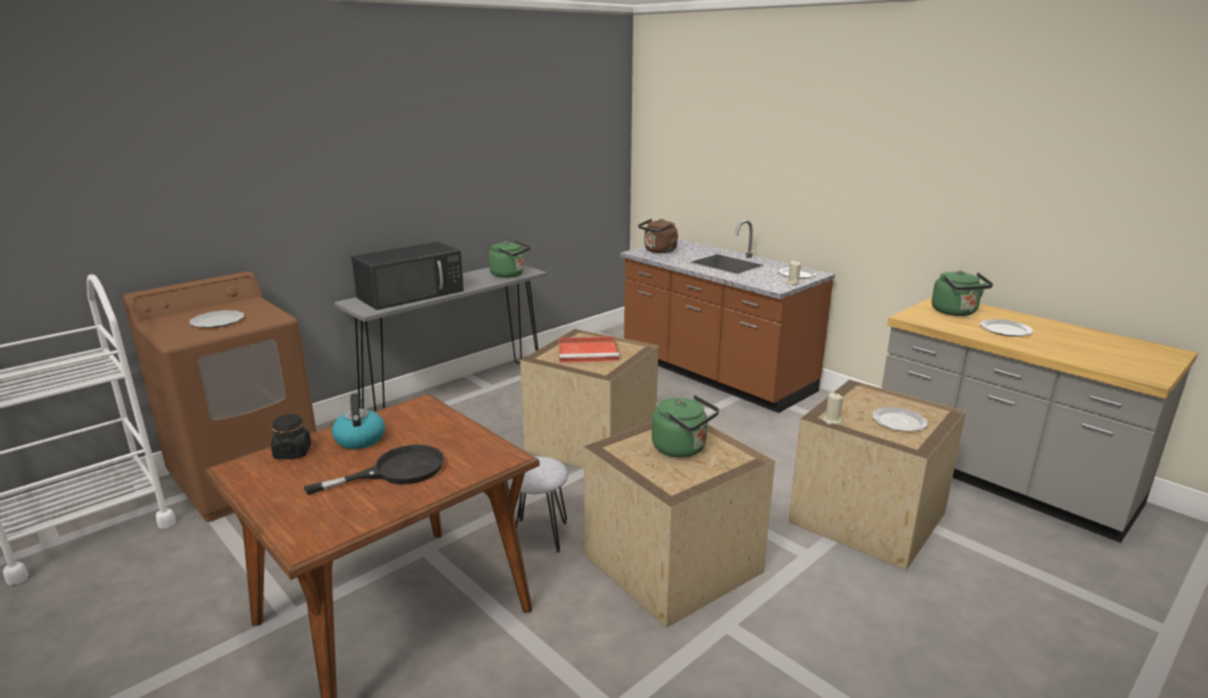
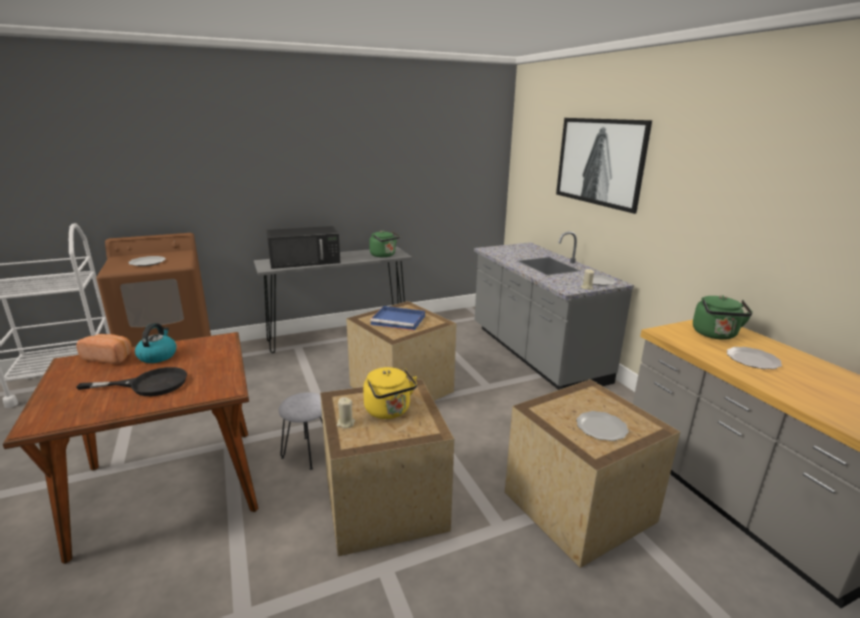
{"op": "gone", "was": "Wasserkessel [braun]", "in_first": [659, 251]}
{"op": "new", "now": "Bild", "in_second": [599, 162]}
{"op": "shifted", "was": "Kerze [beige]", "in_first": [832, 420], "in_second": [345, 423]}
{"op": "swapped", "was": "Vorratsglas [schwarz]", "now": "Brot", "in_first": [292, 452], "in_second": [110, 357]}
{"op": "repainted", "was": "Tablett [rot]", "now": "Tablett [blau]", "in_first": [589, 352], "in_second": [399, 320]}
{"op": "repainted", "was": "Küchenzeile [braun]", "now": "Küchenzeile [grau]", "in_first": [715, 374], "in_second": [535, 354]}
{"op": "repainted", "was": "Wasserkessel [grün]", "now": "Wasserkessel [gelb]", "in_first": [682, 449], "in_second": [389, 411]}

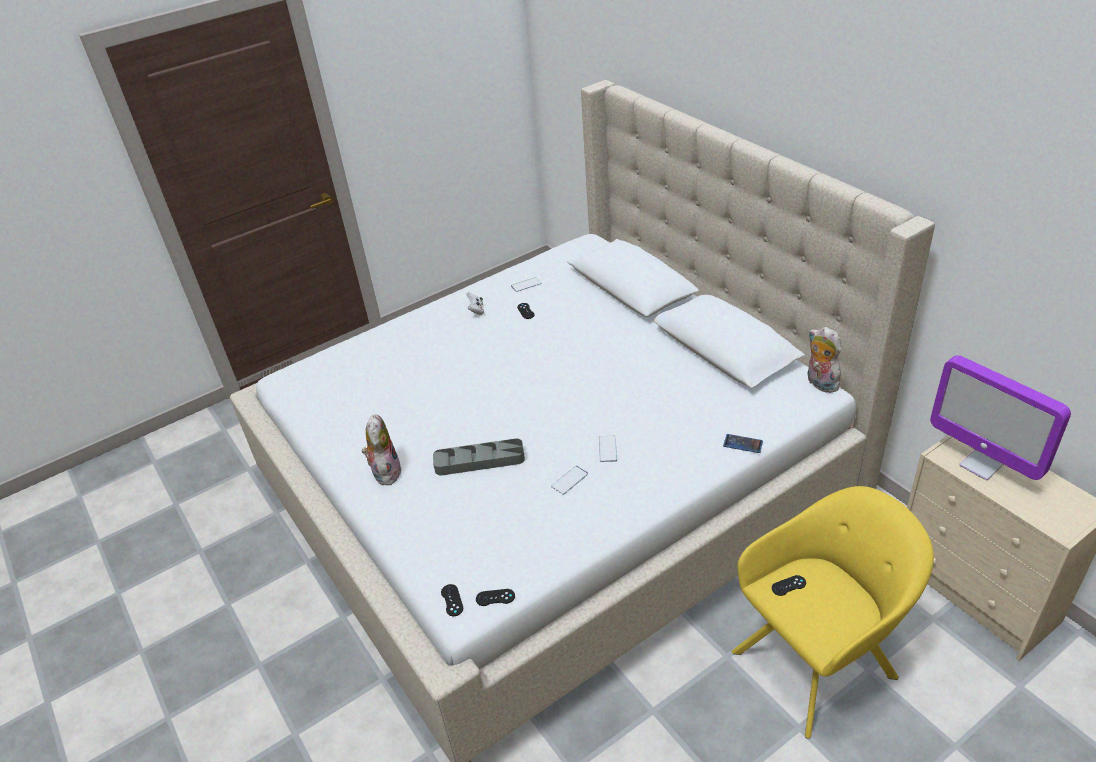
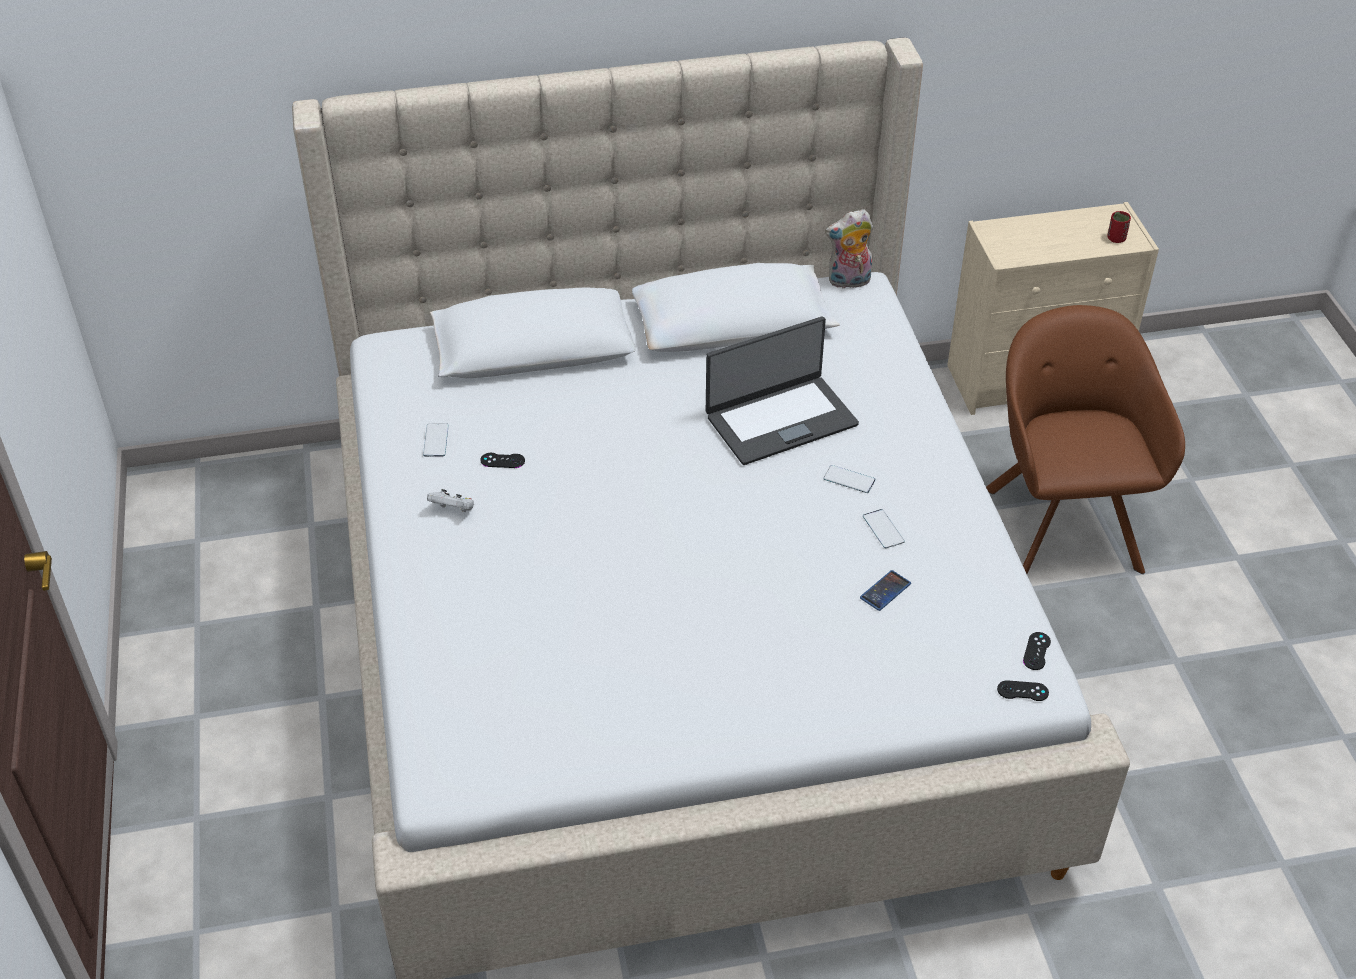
{"op": "gone", "was": "Plüschtier", "in_first": [385, 471]}
{"op": "gone", "was": "Tablett [grau]", "in_first": [479, 461]}
{"op": "gone", "was": "Gamepad [schwarz]", "in_first": [788, 585]}
{"op": "gone", "was": "Monitor", "in_first": [981, 464]}
{"op": "new", "now": "Laptop", "in_second": [780, 419]}
{"op": "new", "now": "Tasse [rot]", "in_second": [1116, 238]}
{"op": "shifted", "was": "Handy", "in_first": [743, 444], "in_second": [885, 591]}
{"op": "repainted", "was": "Sessel [gelb]", "now": "Sessel [braun]", "in_first": [819, 660], "in_second": [1060, 523]}

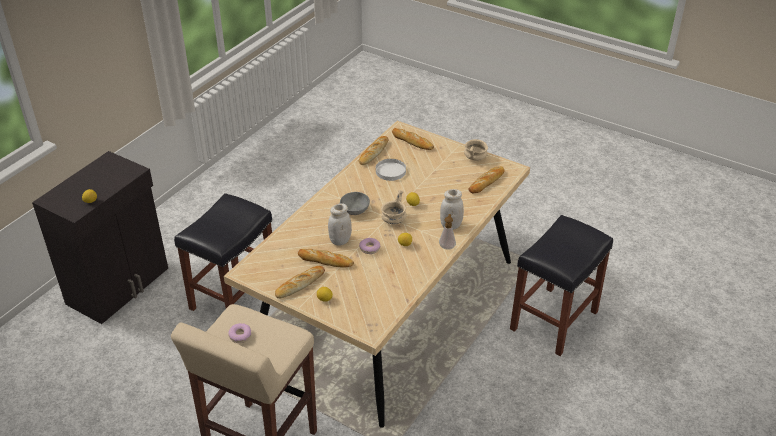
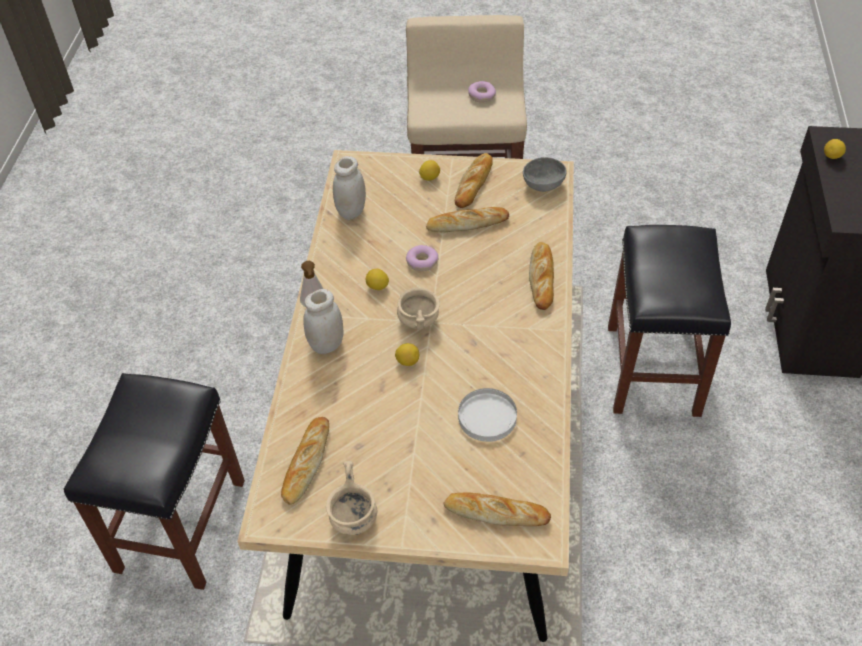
{"op": "shifted", "was": "Vorratsglas [weiß]", "in_first": [340, 240], "in_second": [351, 211]}
{"op": "shifted", "was": "Schüssel [grau]", "in_first": [355, 211], "in_second": [542, 184]}
{"op": "shifted", "was": "Brot", "in_first": [373, 153], "in_second": [542, 278]}

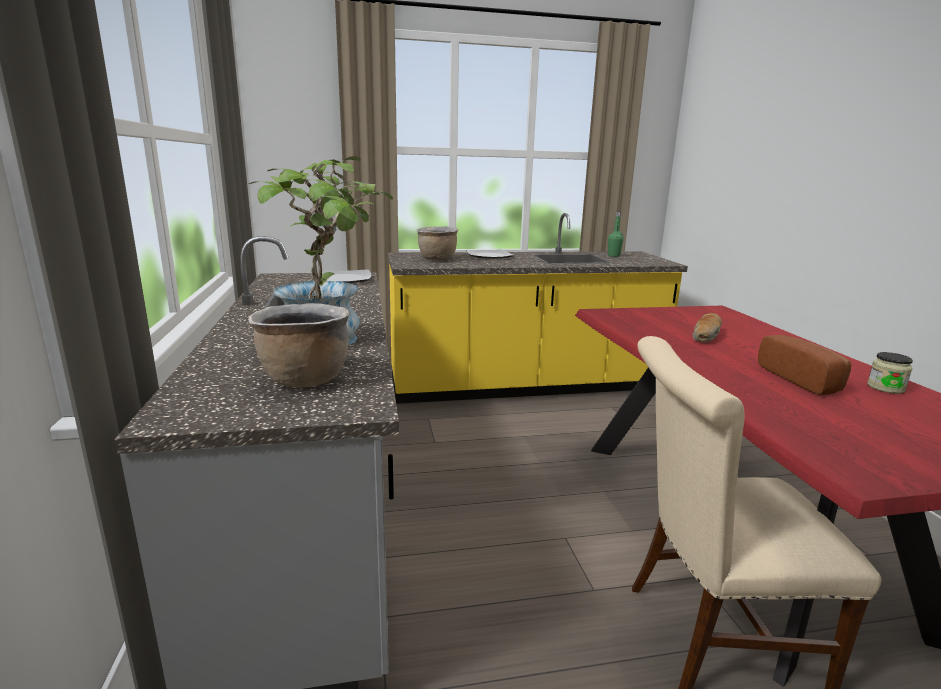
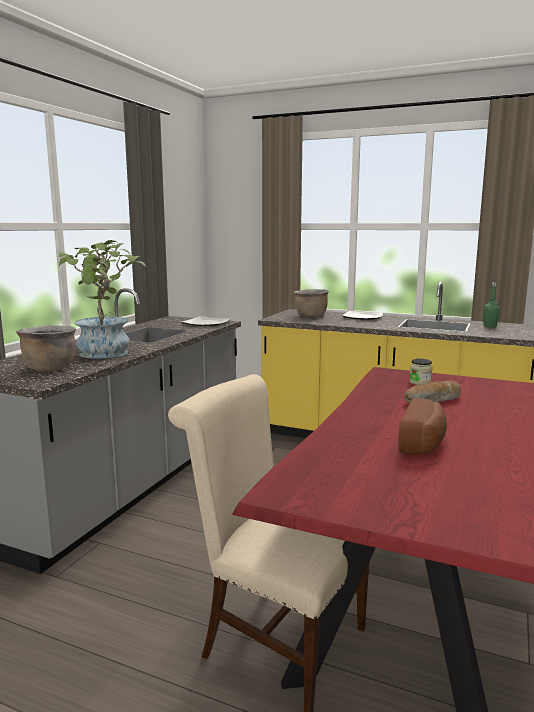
{"op": "shifted", "was": "Vorratsglas", "in_first": [885, 388], "in_second": [420, 382]}

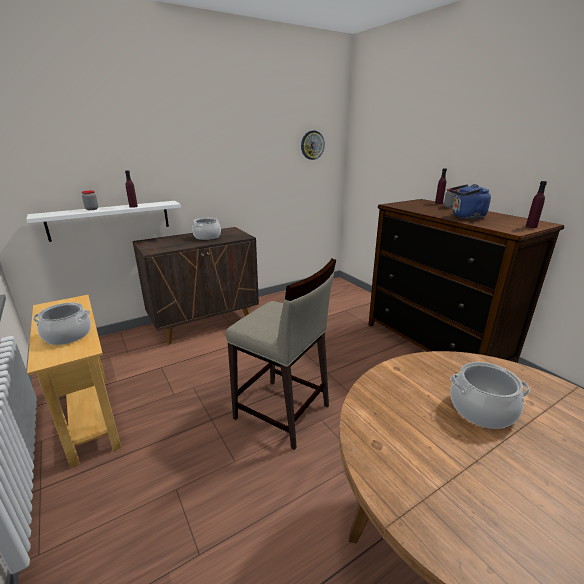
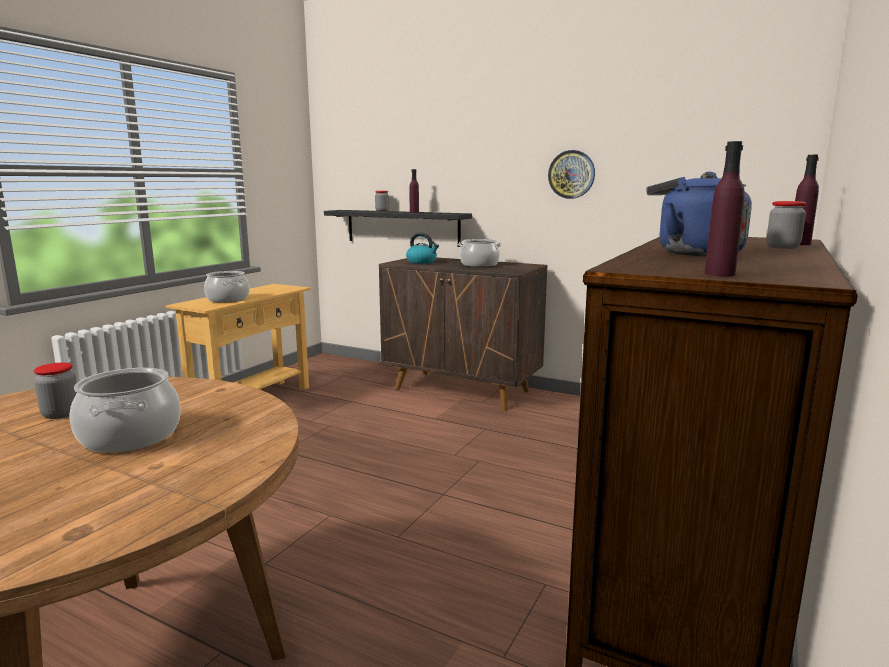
{"op": "gone", "was": "Hocker [beige]", "in_first": [282, 412]}
{"op": "new", "now": "Vorratsglas", "in_second": [61, 414]}
{"op": "new", "now": "Wasserkessel", "in_second": [422, 262]}
{"op": "shifted", "was": "Wanduhr", "in_first": [312, 145], "in_second": [571, 174]}
{"op": "repainted", "was": "Wandregal [weiß]", "now": "Wandregal [schwarz]", "in_first": [110, 220], "in_second": [402, 227]}

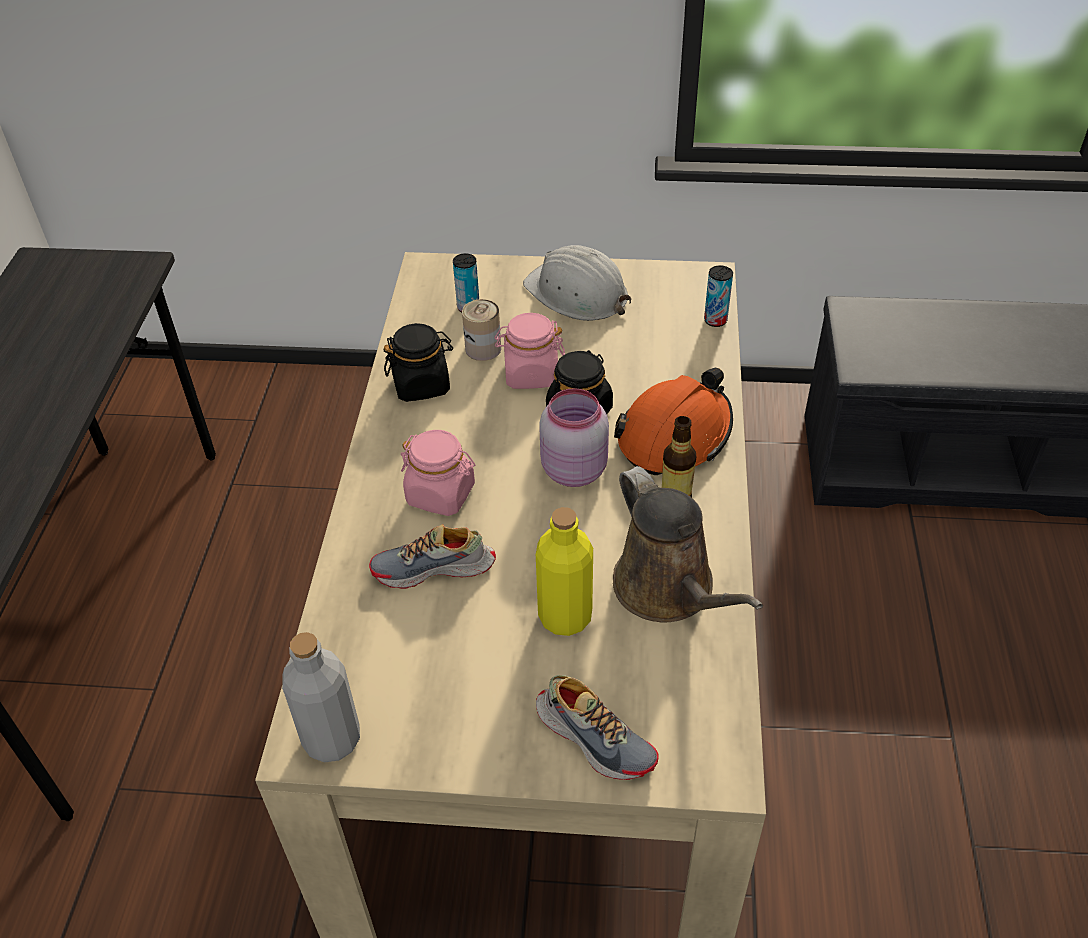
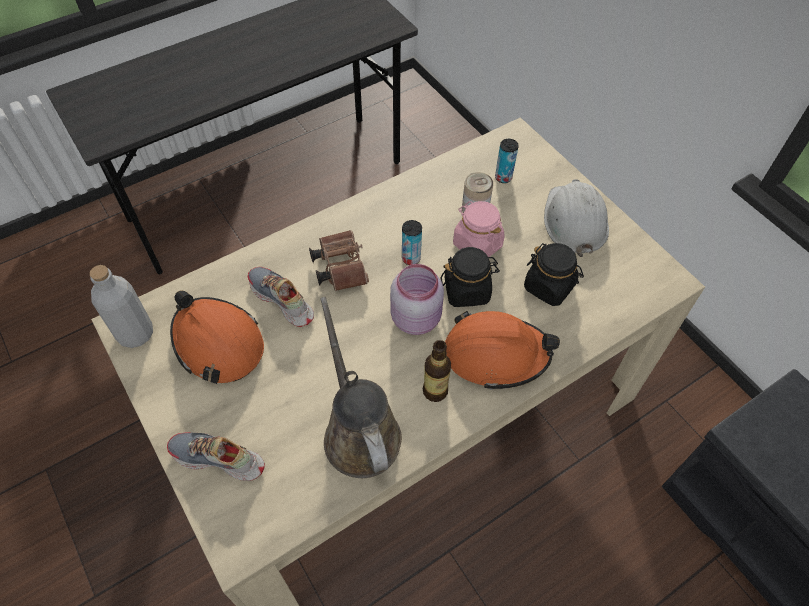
{"op": "gone", "was": "Flasche [gelb]", "in_first": [565, 616]}
{"op": "new", "now": "Schutzhelm [orange]", "in_second": [218, 344]}
{"op": "shifted", "was": "Vorratsglas [schwarz]", "in_first": [422, 384], "in_second": [549, 287]}
{"op": "shifted", "was": "Dose", "in_first": [715, 320], "in_second": [411, 258]}
{"op": "swapped", "was": "Vorratsglas [rosa]", "now": "Fernglas [braun]", "in_first": [441, 494], "in_second": [339, 267]}
{"op": "rotated", "was": "Schuh", "in_first": [595, 737], "in_second": [218, 460], "clockwise": 105}
{"op": "rotated", "was": "Gießkanne [braun]", "in_first": [669, 590], "in_second": [359, 431], "clockwise": 135}

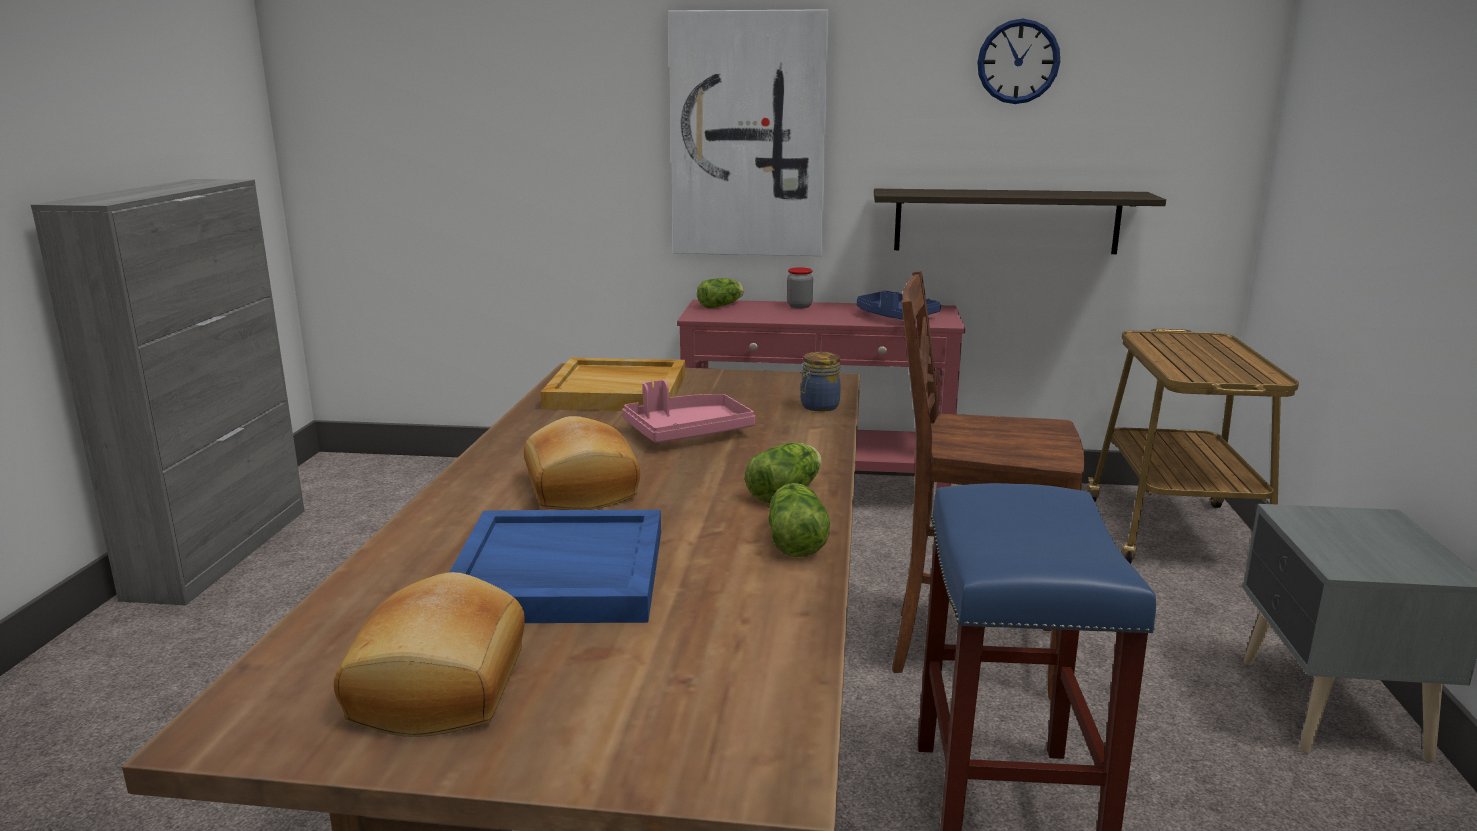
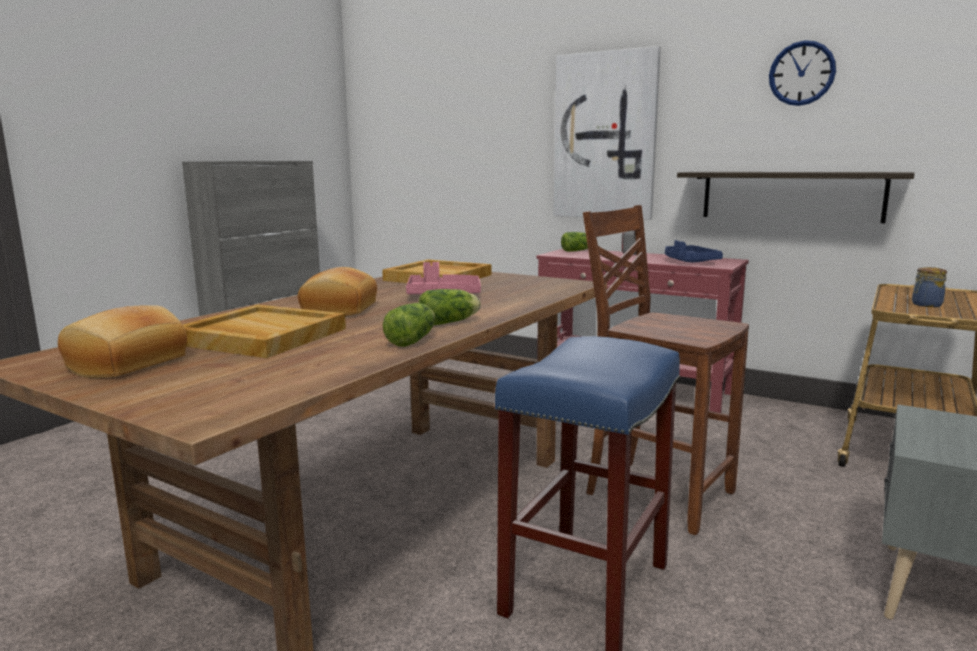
{"op": "shifted", "was": "Vorratsglas", "in_first": [818, 407], "in_second": [925, 305]}
{"op": "repainted", "was": "Tablett [blau]", "now": "Tablett [beige]", "in_first": [557, 574], "in_second": [260, 336]}

